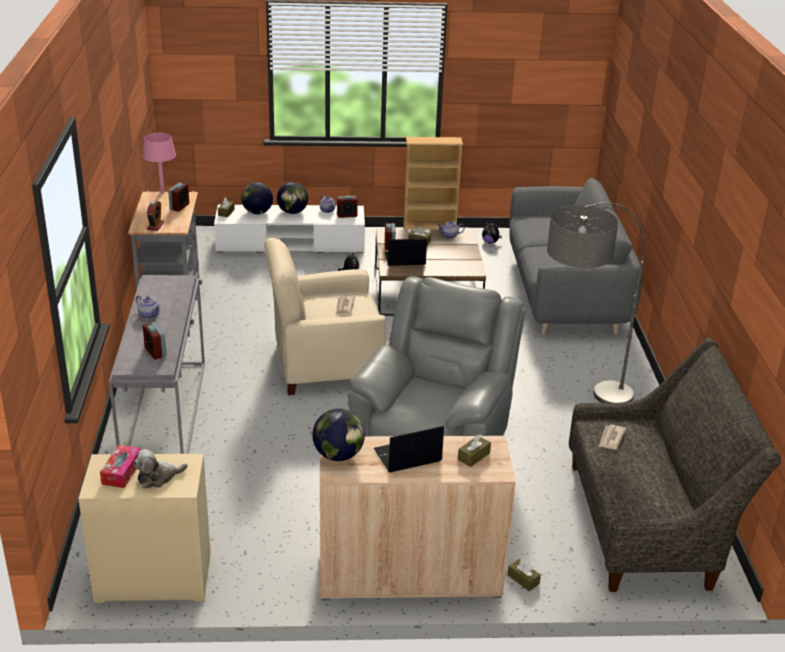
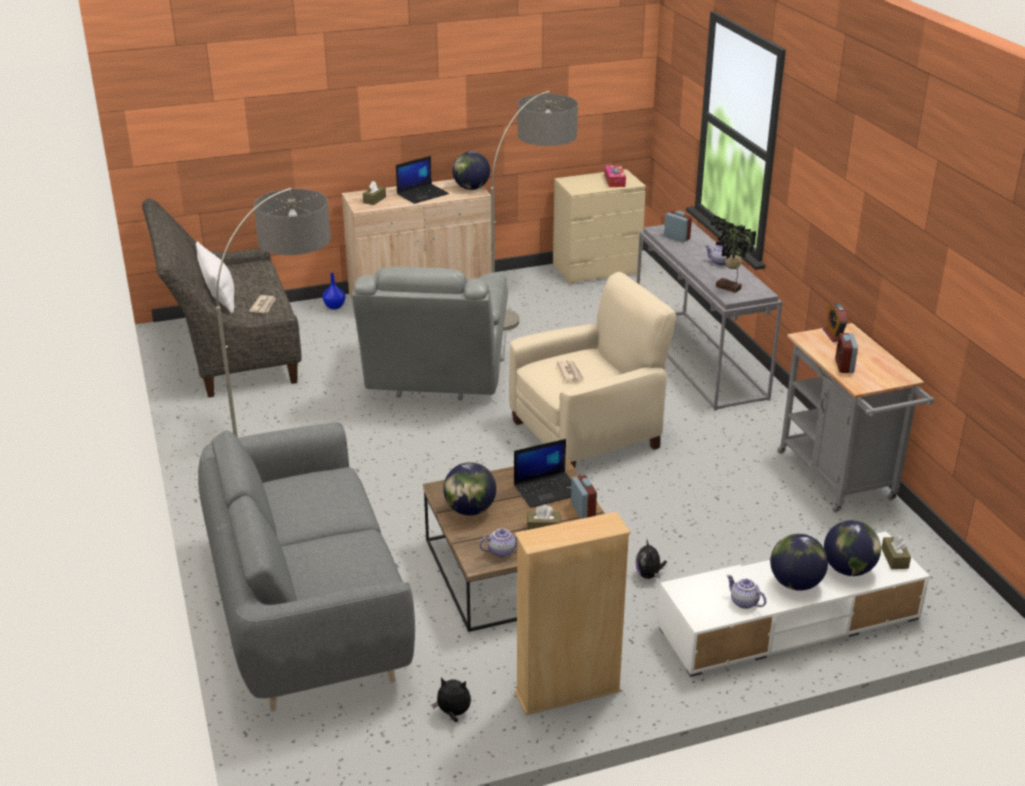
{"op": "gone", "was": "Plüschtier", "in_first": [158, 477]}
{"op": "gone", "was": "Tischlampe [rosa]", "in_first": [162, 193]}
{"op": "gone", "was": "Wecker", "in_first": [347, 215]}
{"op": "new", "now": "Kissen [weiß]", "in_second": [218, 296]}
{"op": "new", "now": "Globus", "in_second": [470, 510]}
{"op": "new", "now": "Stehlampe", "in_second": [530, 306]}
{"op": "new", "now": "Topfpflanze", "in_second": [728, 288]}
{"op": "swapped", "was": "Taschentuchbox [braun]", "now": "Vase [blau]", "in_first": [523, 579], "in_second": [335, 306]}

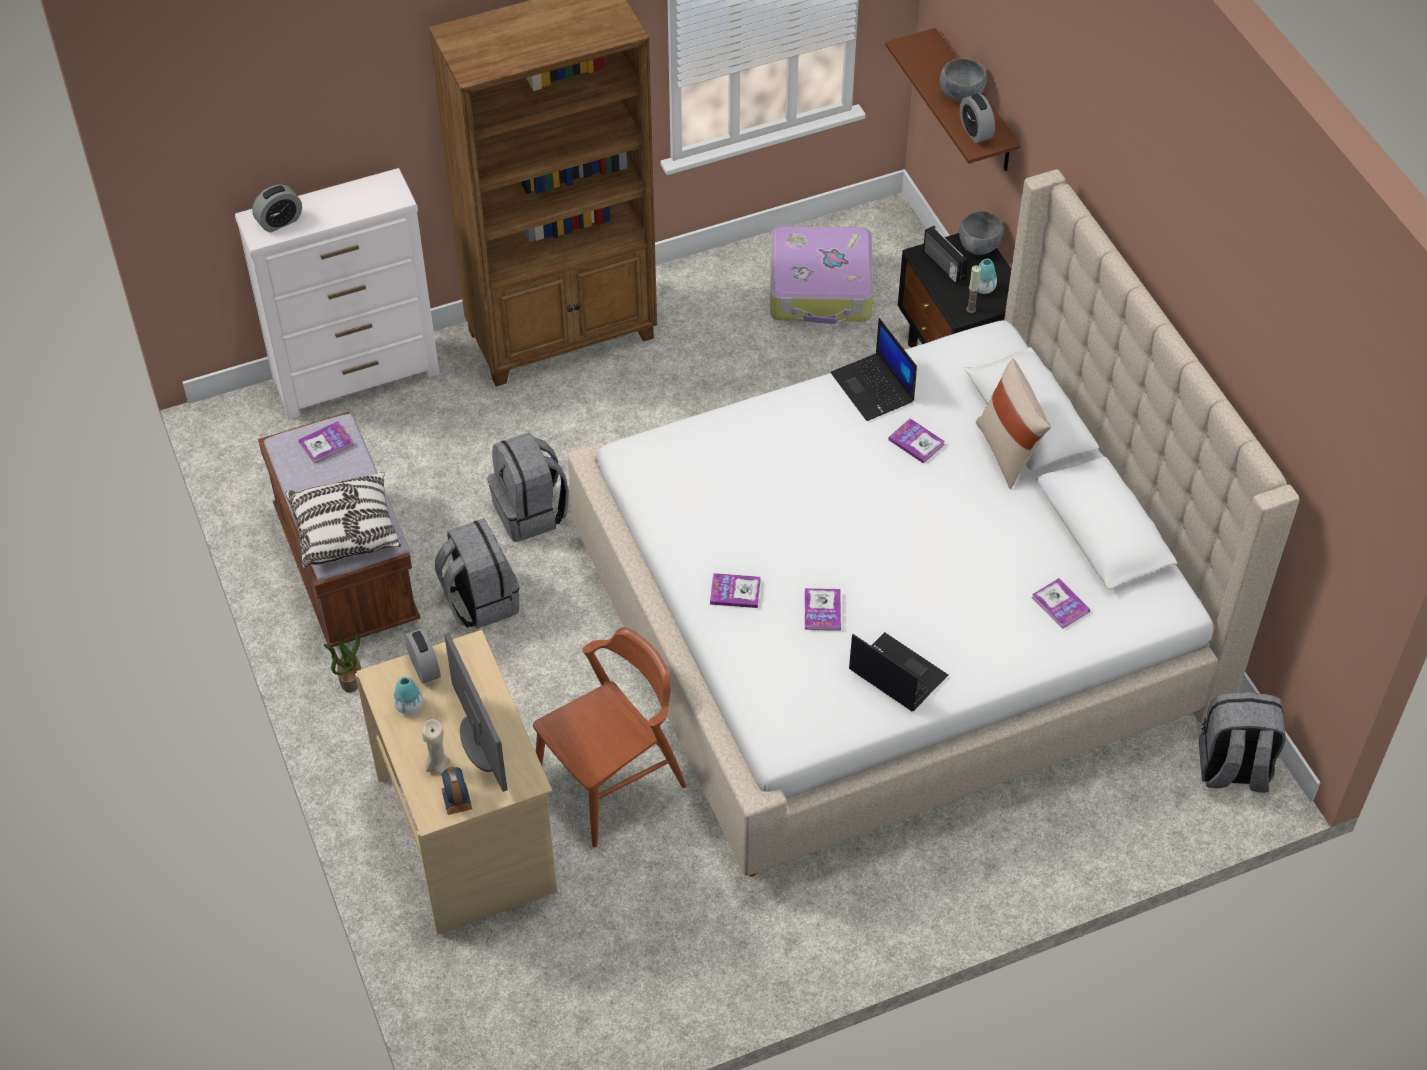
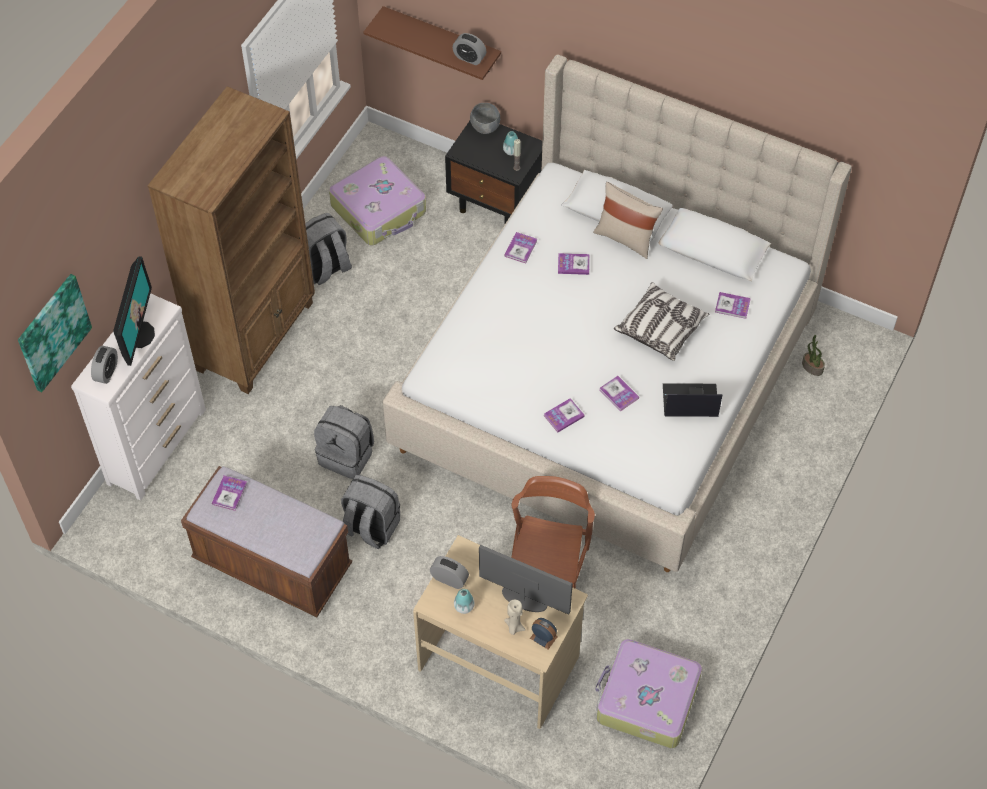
{"op": "gone", "was": "Radio", "in_first": [943, 266]}
{"op": "gone", "was": "Schüssel [grau]", "in_first": [961, 95]}
{"op": "new", "now": "Bild", "in_second": [53, 332]}
{"op": "new", "now": "Monitor", "in_second": [139, 334]}
{"op": "new", "now": "Koffer", "in_second": [646, 700]}
{"op": "shifted", "was": "Kissen", "in_first": [345, 530], "in_second": [660, 328]}
{"op": "shifted", "was": "Topfpflanze", "in_first": [350, 677], "in_second": [811, 367]}
{"op": "shifted", "was": "Rucksack [grau]", "in_first": [1232, 769], "in_second": [325, 268]}
{"op": "swapped", "was": "Laptop", "now": "Buch", "in_first": [874, 388], "in_second": [521, 248]}

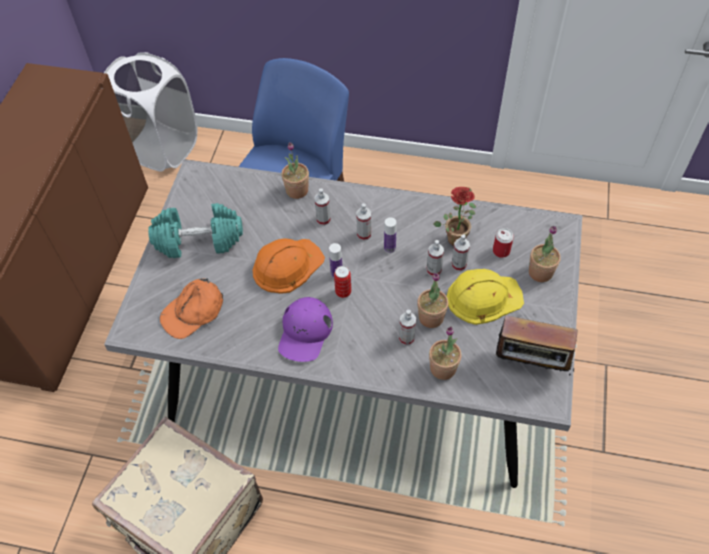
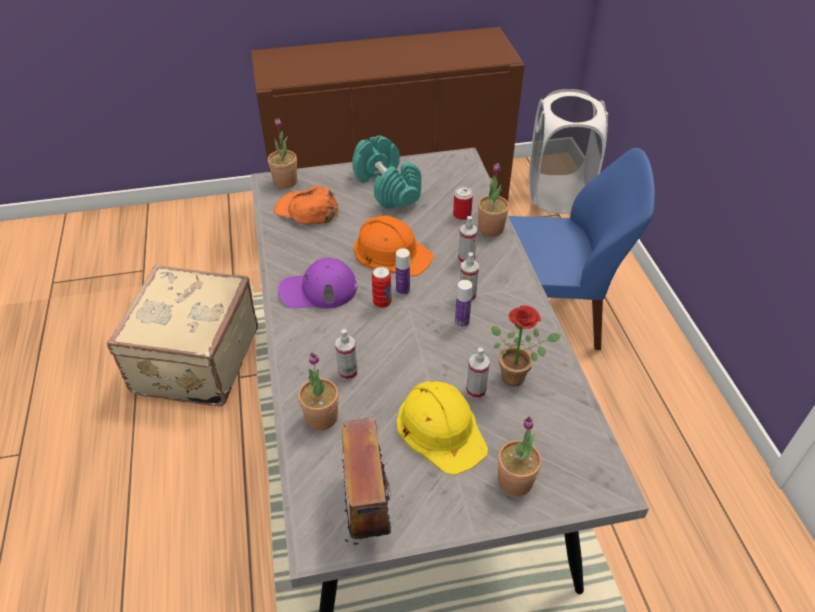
{"op": "gone", "was": "Sprühflasche", "in_first": [434, 270]}
{"op": "shifted", "was": "Topfpflanze", "in_first": [431, 317], "in_second": [285, 181]}
{"op": "shifted", "was": "Dose", "in_first": [501, 251], "in_second": [462, 215]}

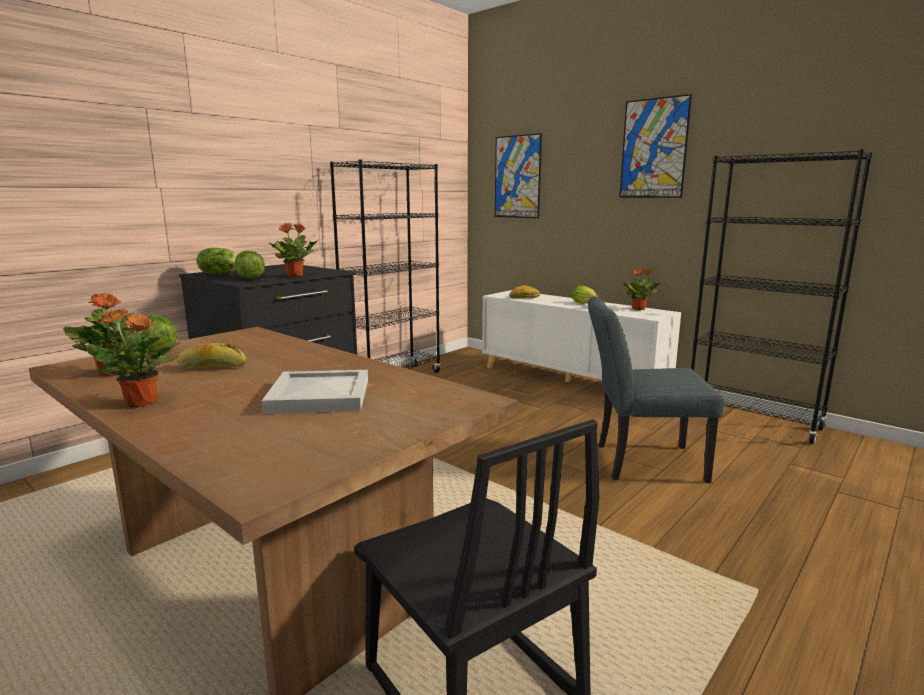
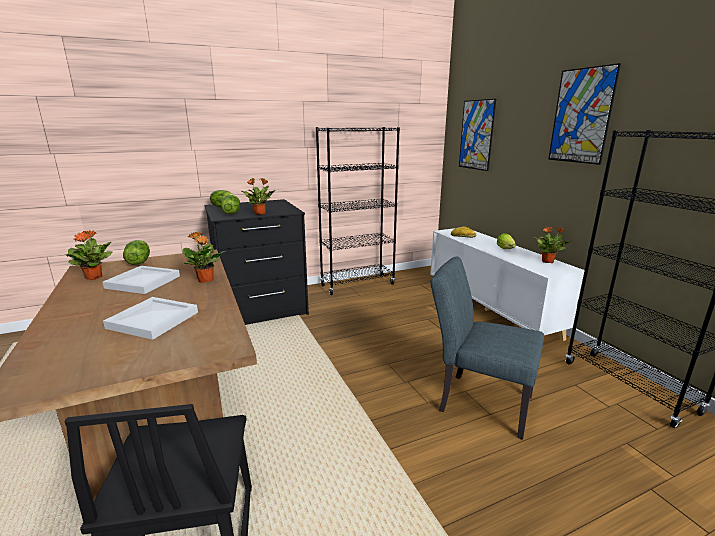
{"op": "shifted", "was": "Topfpflanze", "in_first": [142, 403], "in_second": [206, 280]}
{"op": "swapped", "was": "Brot", "now": "Tablett [weiß]", "in_first": [212, 367], "in_second": [142, 282]}

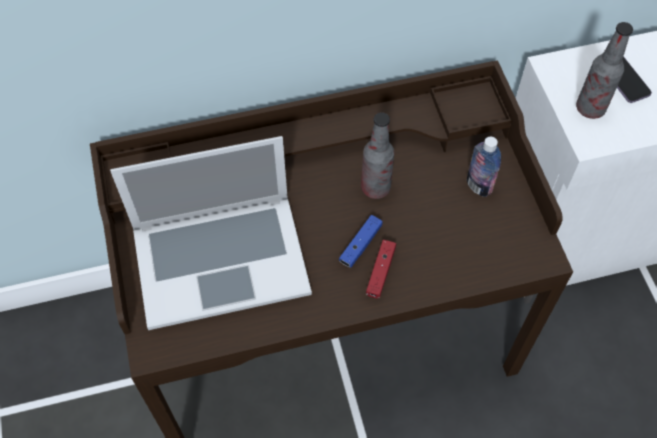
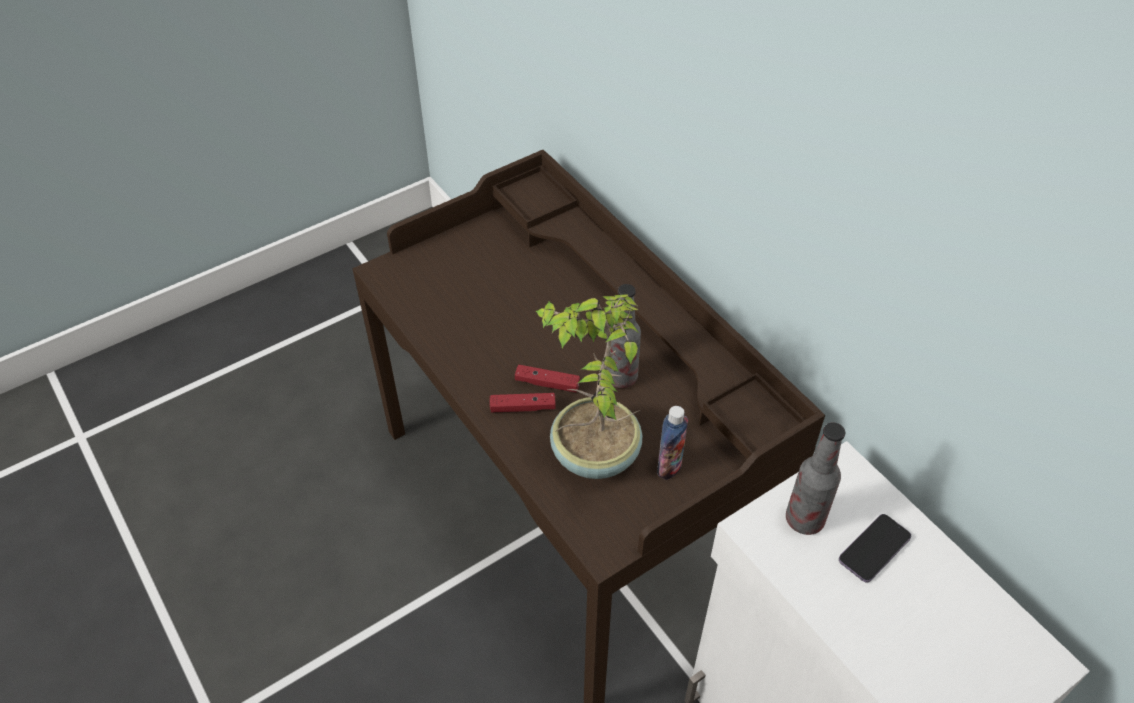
{"op": "gone", "was": "Laptop", "in_first": [220, 259]}
{"op": "new", "now": "Topfpflanze", "in_second": [593, 455]}
{"op": "repainted", "was": "Gamepad [blau]", "now": "Gamepad [rot]", "in_first": [360, 245], "in_second": [547, 383]}

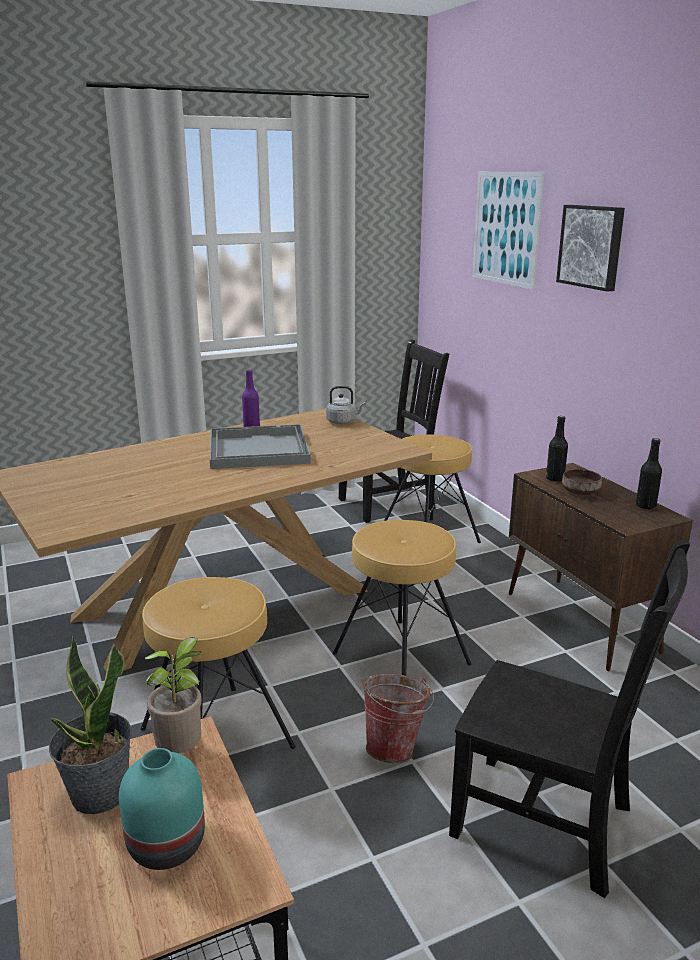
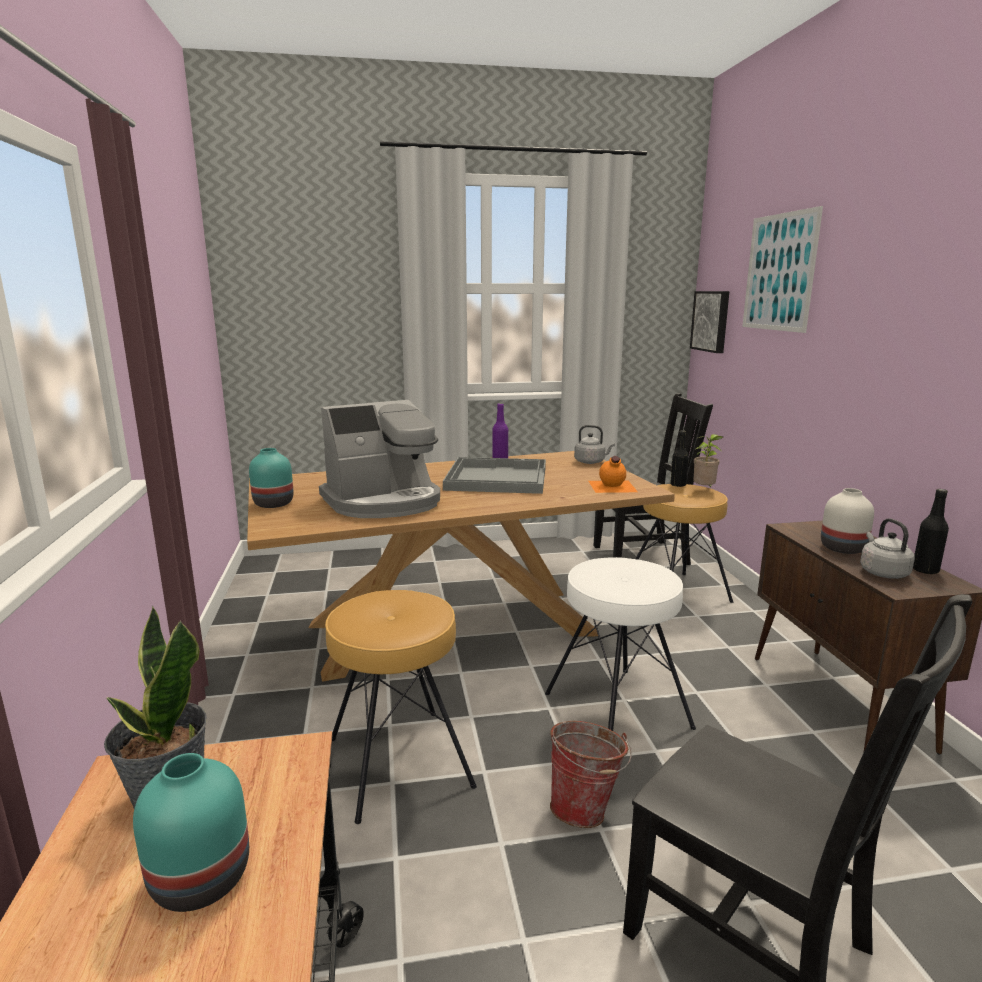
{"op": "new", "now": "Vase [türkis]", "in_second": [274, 503]}
{"op": "new", "now": "Kaffeemaschine", "in_second": [384, 502]}
{"op": "new", "now": "Flasche [orange]", "in_second": [611, 486]}
{"op": "new", "now": "Wasserkessel [grau]", "in_second": [882, 572]}
{"op": "shifted", "was": "Topfpflanze", "in_first": [182, 752], "in_second": [704, 490]}
{"op": "shifted", "was": "Flasche [schwarz]", "in_first": [555, 479], "in_second": [678, 485]}
{"op": "shifted", "was": "Bild", "in_first": [592, 246], "in_second": [711, 321]}
{"op": "swapped", "was": "Schüssel [braun]", "now": "Vase [weiß]", "in_first": [580, 492], "in_second": [842, 548]}
{"op": "repainted", "was": "Hocker [braun]", "now": "Hocker [weiß]", "in_first": [400, 659], "in_second": [616, 711]}

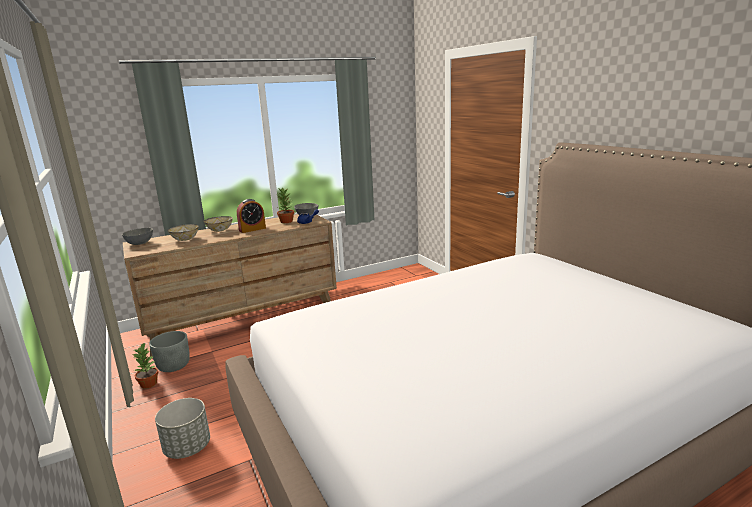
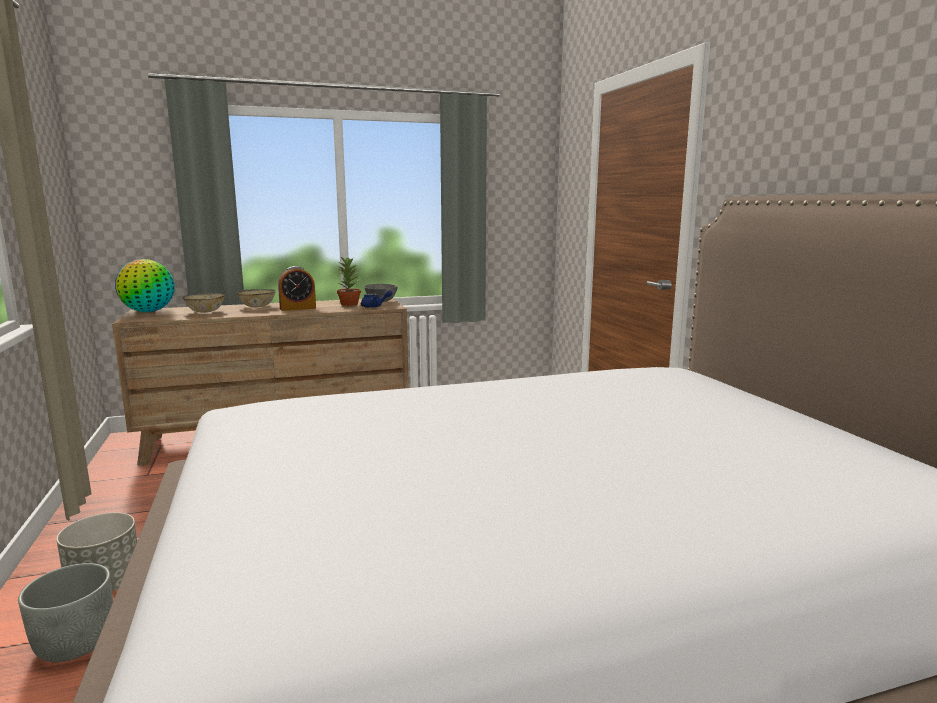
{"op": "gone", "was": "Topfpflanze", "in_first": [149, 384]}
{"op": "shifted", "was": "Pflanzkübel [grau]", "in_first": [173, 366], "in_second": [74, 643]}
{"op": "swapped", "was": "Schüssel [grau]", "now": "Globus", "in_first": [140, 243], "in_second": [149, 311]}

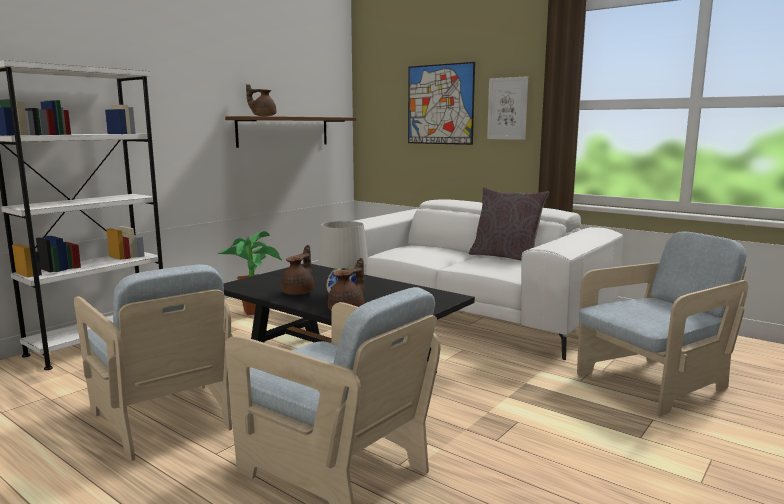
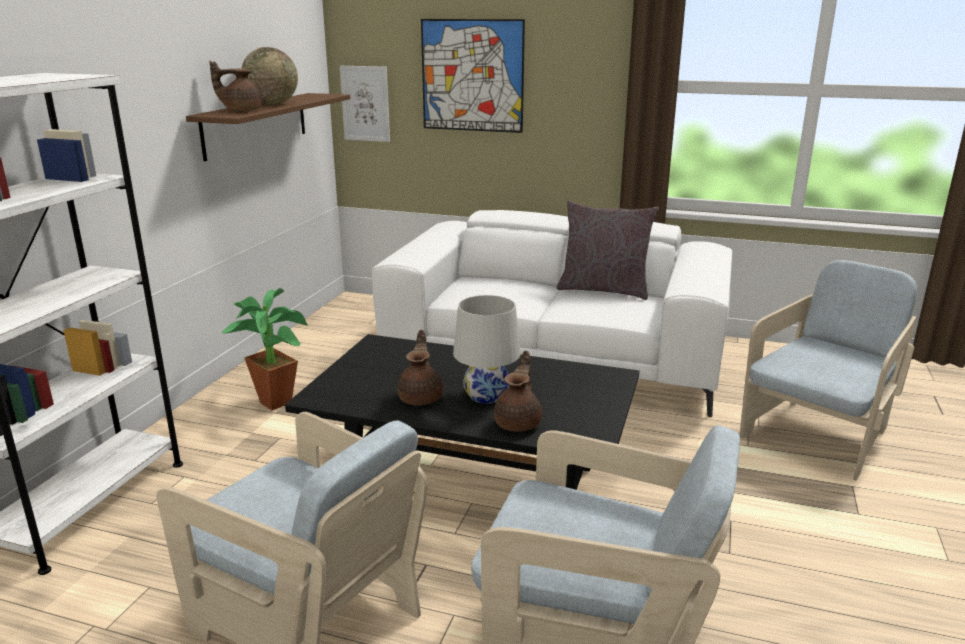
{"op": "new", "now": "Globus", "in_second": [272, 104]}
{"op": "shifted", "was": "Bild", "in_first": [507, 108], "in_second": [365, 103]}

